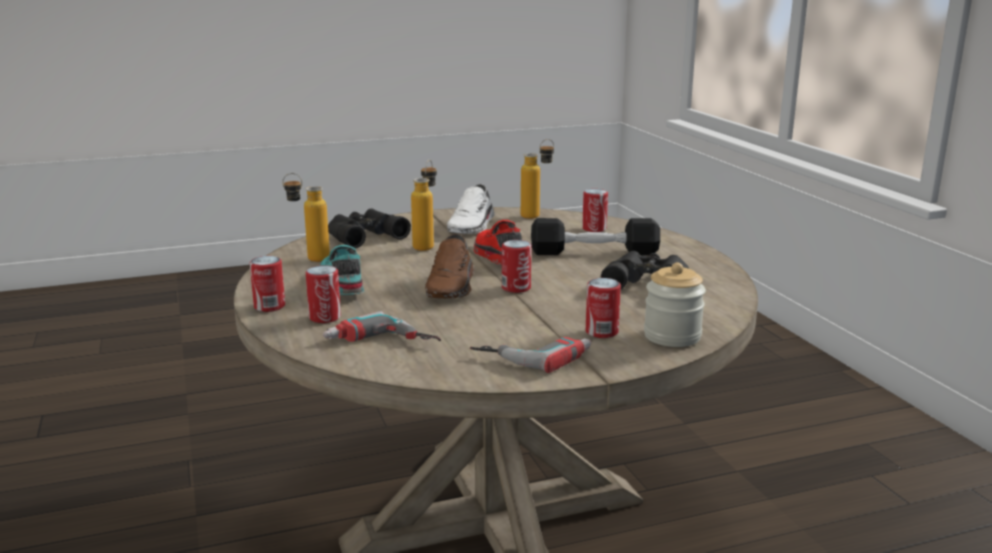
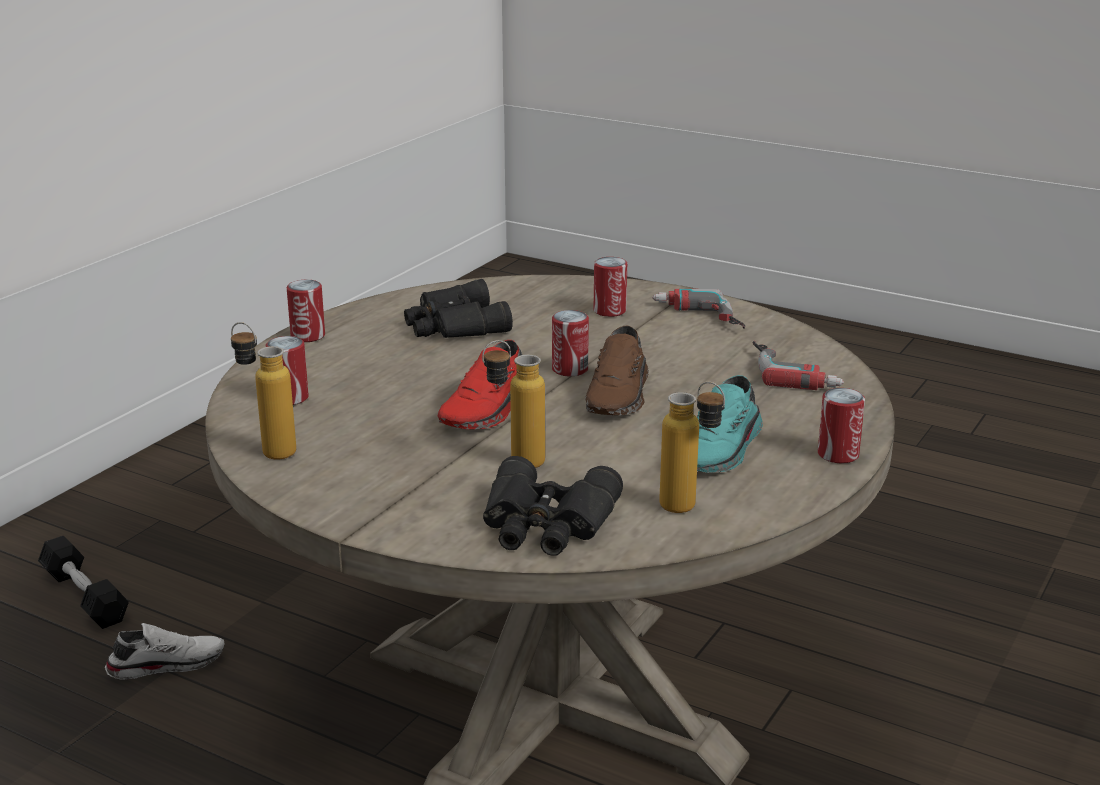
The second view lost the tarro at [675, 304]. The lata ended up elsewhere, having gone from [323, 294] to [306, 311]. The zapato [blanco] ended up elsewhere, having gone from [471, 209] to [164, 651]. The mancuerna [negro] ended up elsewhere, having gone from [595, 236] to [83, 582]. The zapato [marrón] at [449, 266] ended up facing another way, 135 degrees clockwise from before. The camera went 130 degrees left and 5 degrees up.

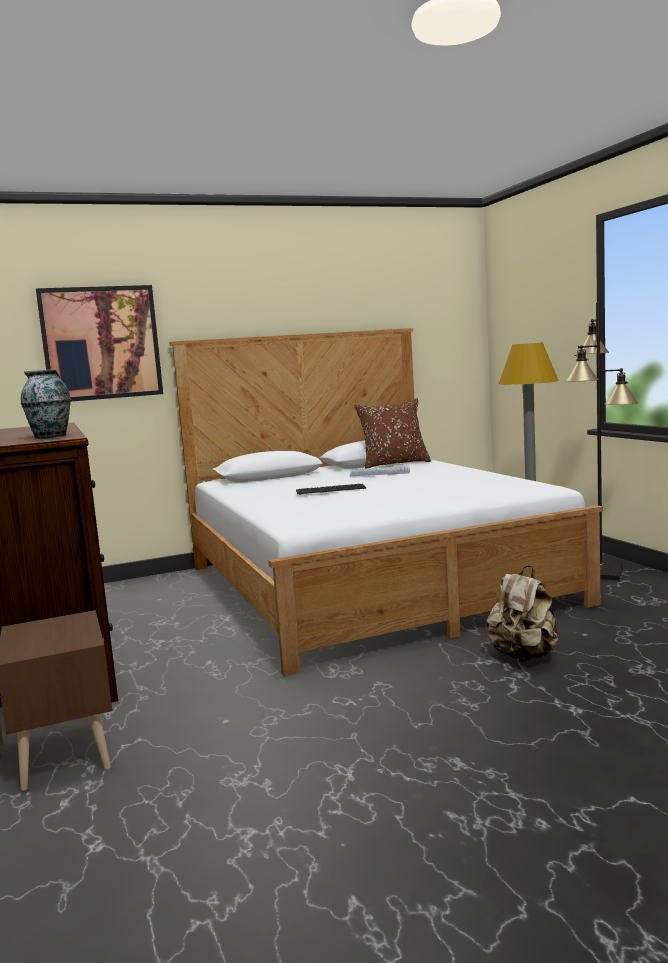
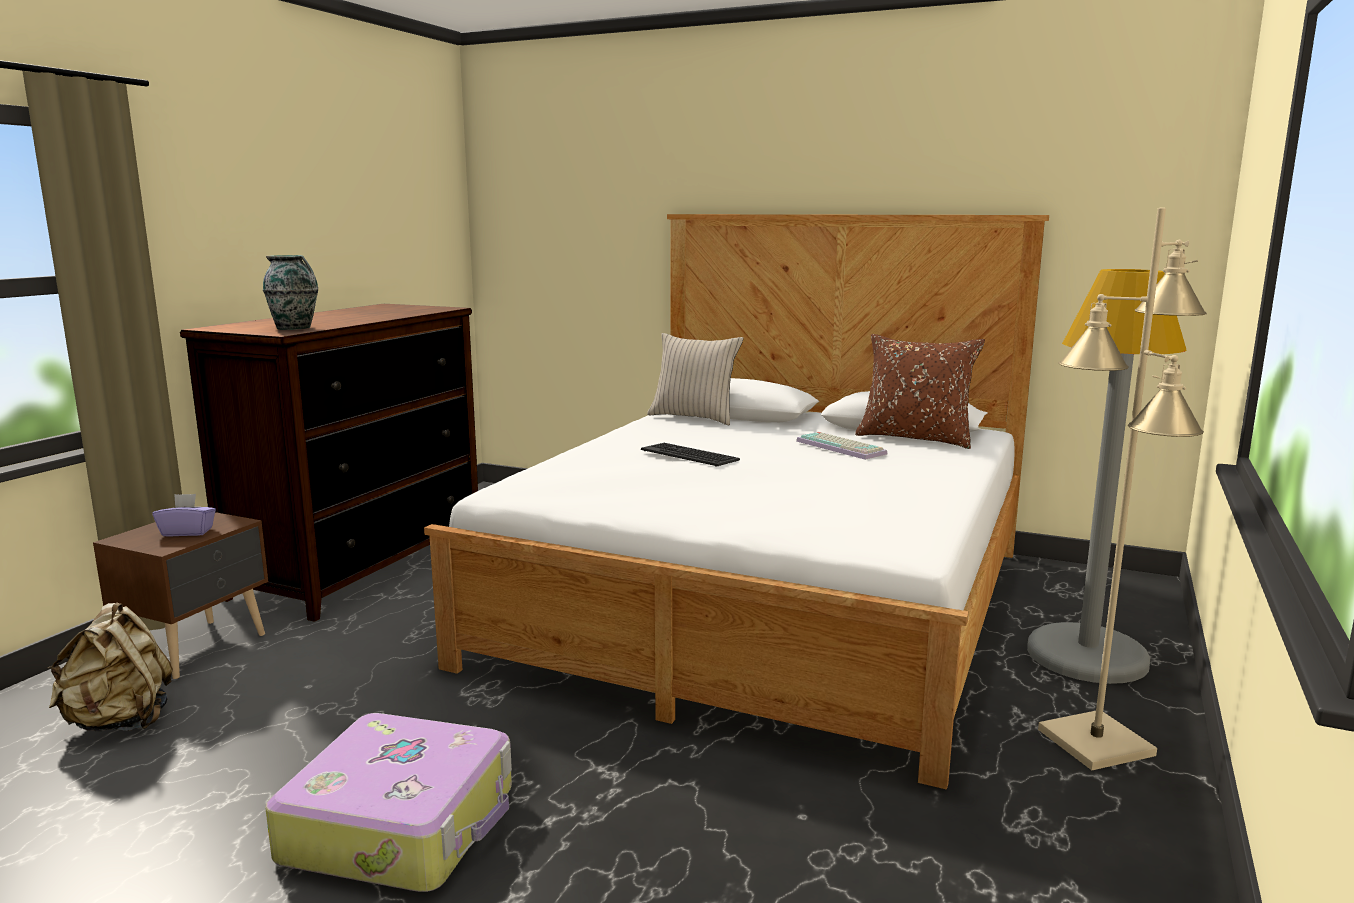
The second view lost the cuadro at [99, 343]. The second view gained the caja de pañuelos [morado] at [184, 515]. The second view gained the maleta at [389, 802]. The second view gained the cojín [beis] at [695, 379]. The mochila [beis] ended up elsewhere, having gone from [522, 613] to [110, 666]. What was the lámpara de pie [negro] at [602, 441] turned into the lámpara de pie [beis] at [1122, 489]. The camera went 45 degrees right and 5 degrees up.

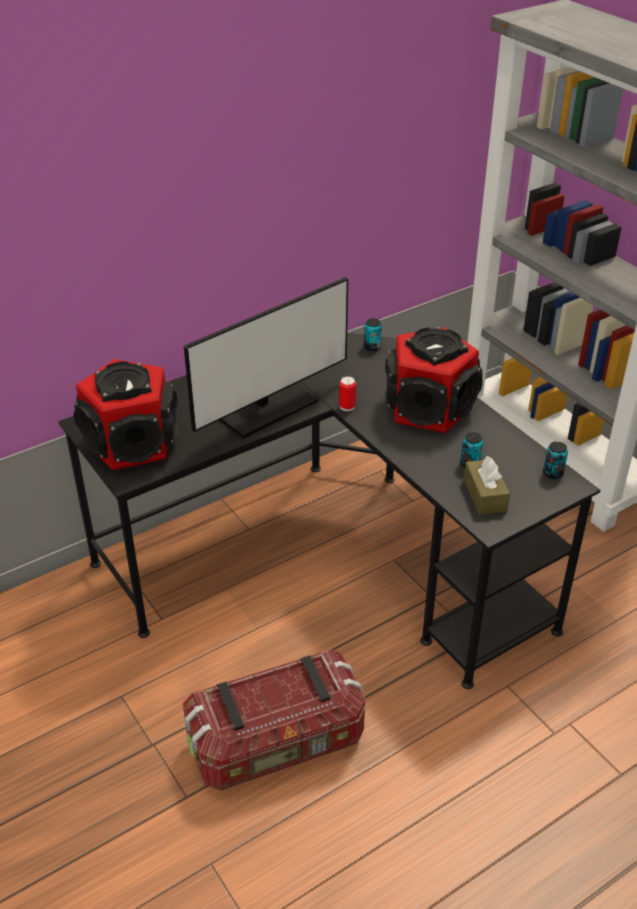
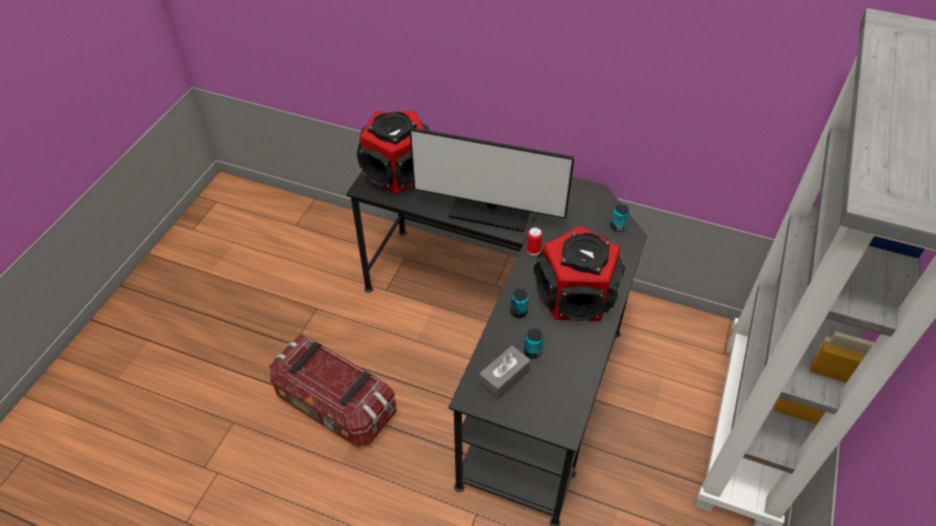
The lata ended up elsewhere, having gone from [555, 460] to [519, 303]. What was the caja de pañuelos [marrón] at [487, 485] turned into the caja de pañuelos [gris] at [505, 372]. The camera went 55 degrees right and 10 degrees up.

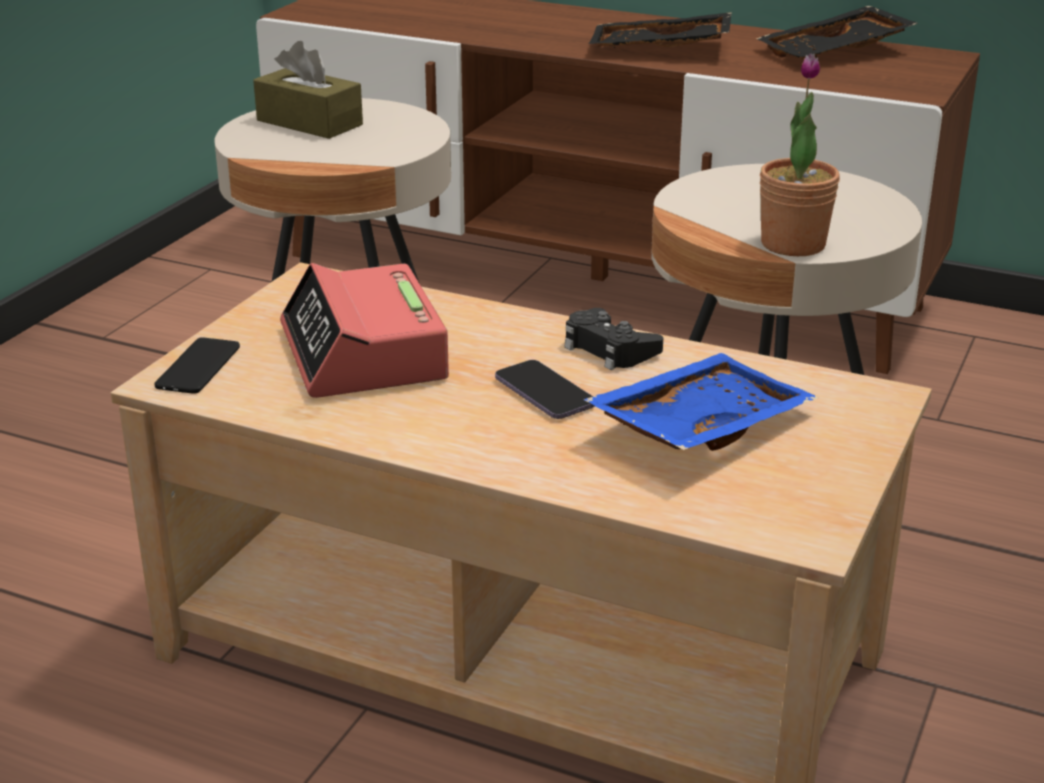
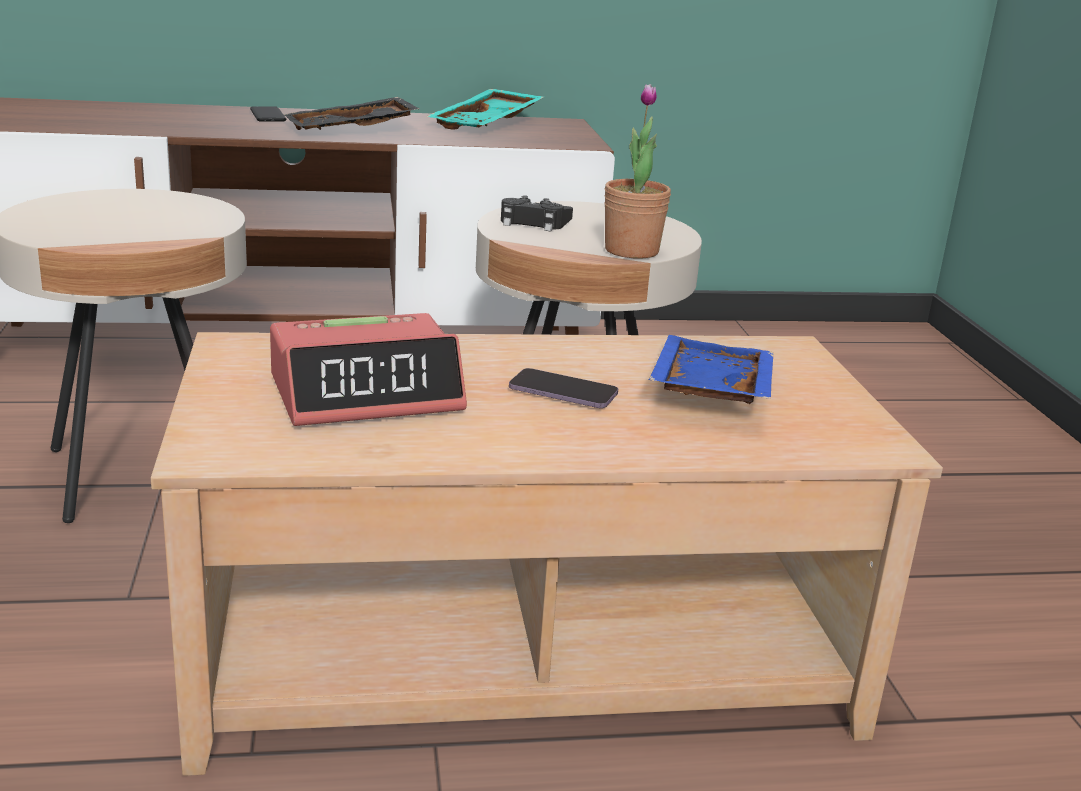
The second view lost the caja de pañuelos [marrón] at [308, 90]. The móvil ended up elsewhere, having gone from [197, 365] to [268, 113]. The mando de consola [negro] ended up elsewhere, having gone from [613, 339] to [537, 213]. What was the bandeja [negro] at [837, 32] turned into the bandeja [turquesa] at [485, 109]. The despertador at [364, 330] ended up facing another way, 60 degrees counterclockwise from before. The camera went 35 degrees left and 5 degrees down.

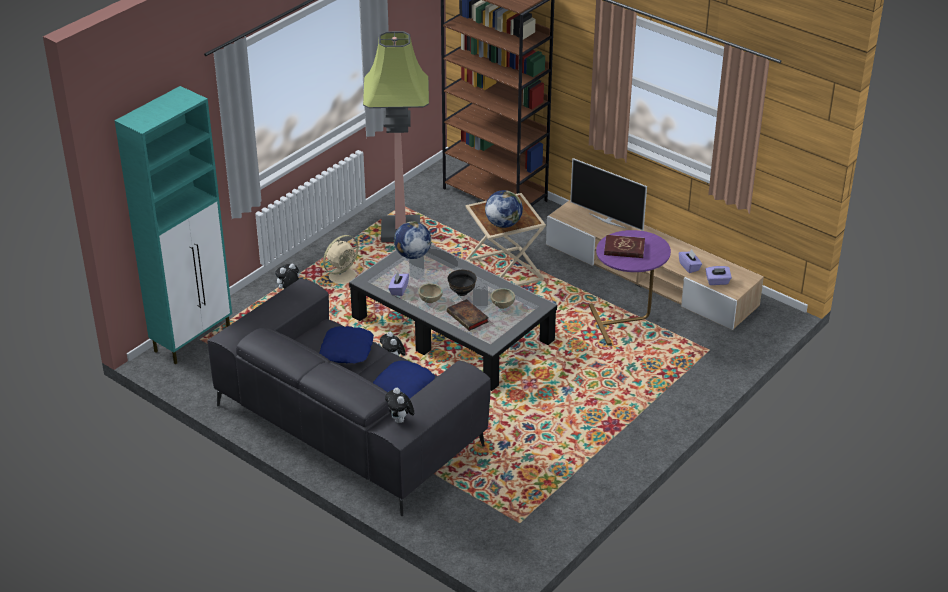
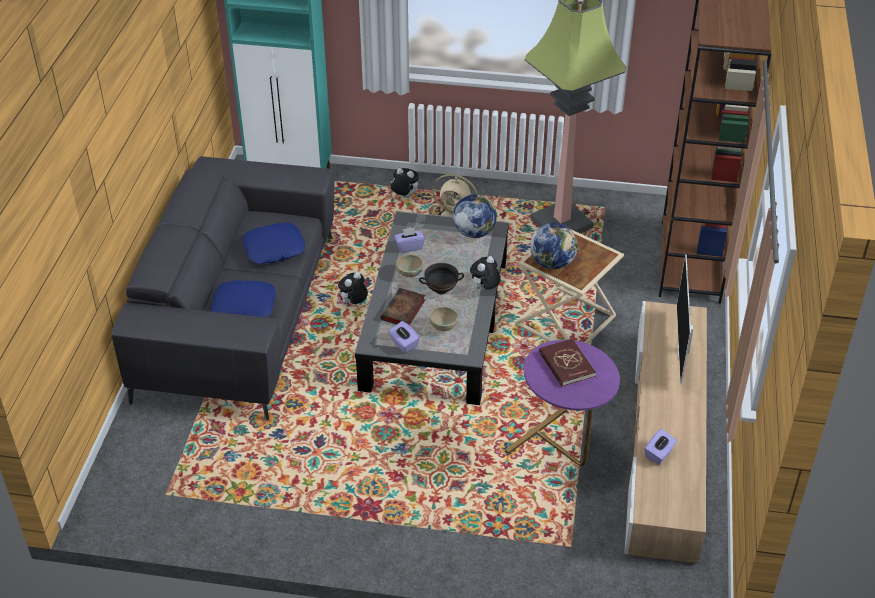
The peluche ended up elsewhere, having gone from [399, 405] to [485, 273]. The caja de pañuelos [morado] ended up elsewhere, having gone from [718, 275] to [404, 337]. The camera went 60 degrees right and 5 degrees up.

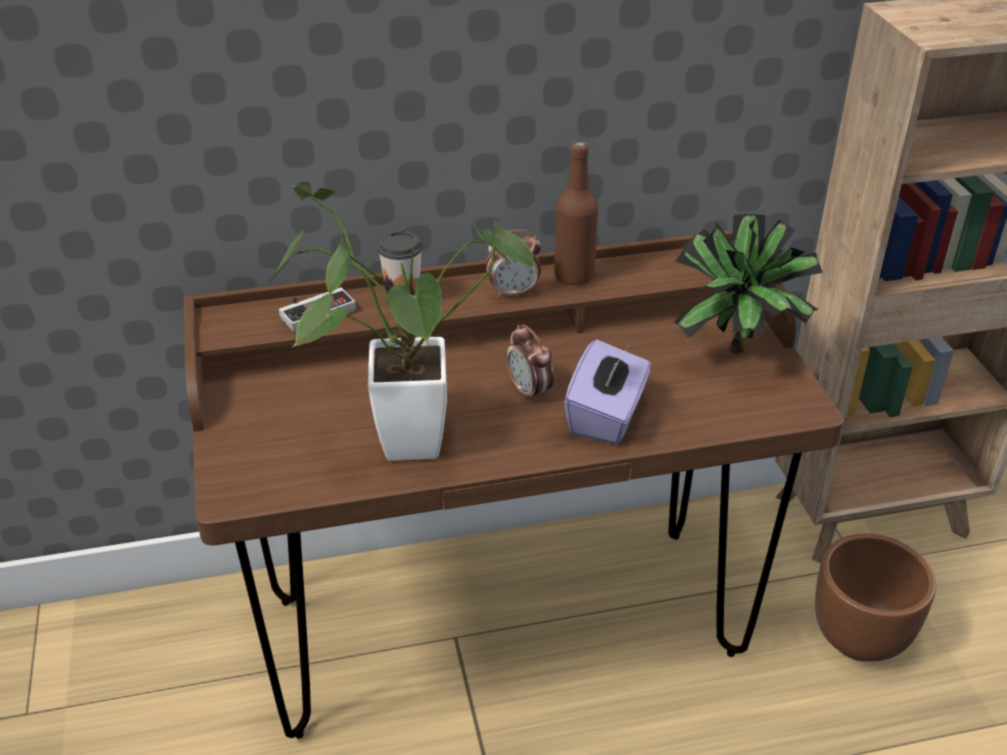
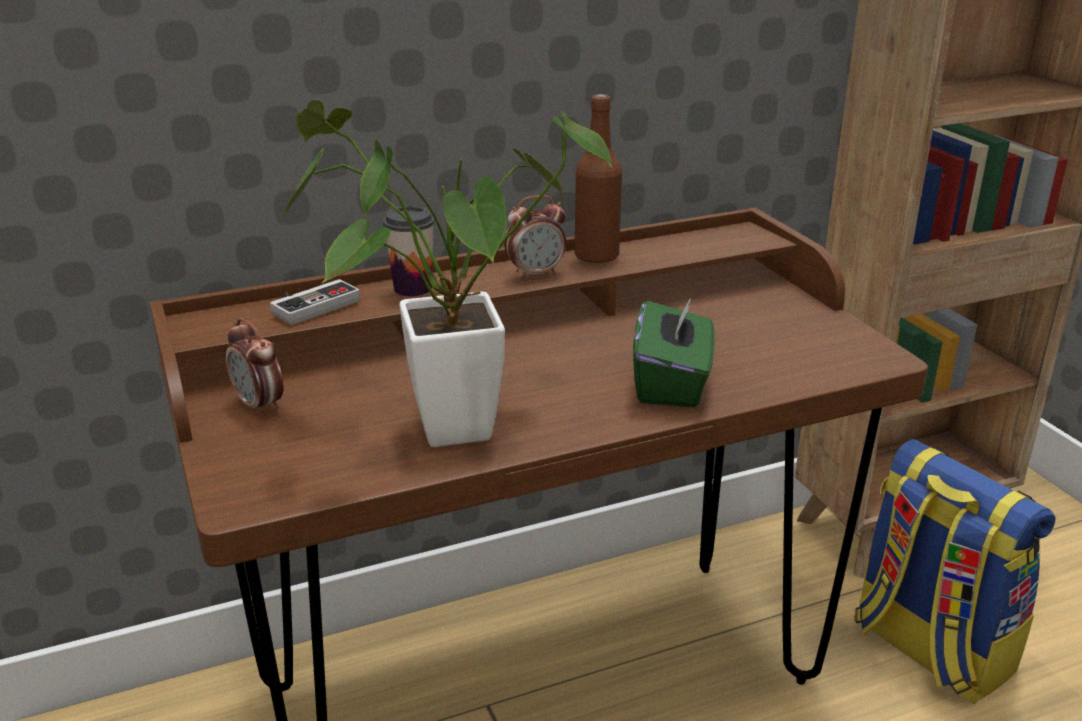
The second view lost the planta en maceta at [748, 284]. The despertador ended up elsewhere, having gone from [530, 363] to [255, 367]. Where the maceta [marrón] stood at [875, 597], the mochila came to stand at [955, 571]. What was the caja de pañuelos [morado] at [607, 391] turned into the caja de pañuelos [verde] at [674, 352]. The camera went 10 degrees left and 10 degrees down.

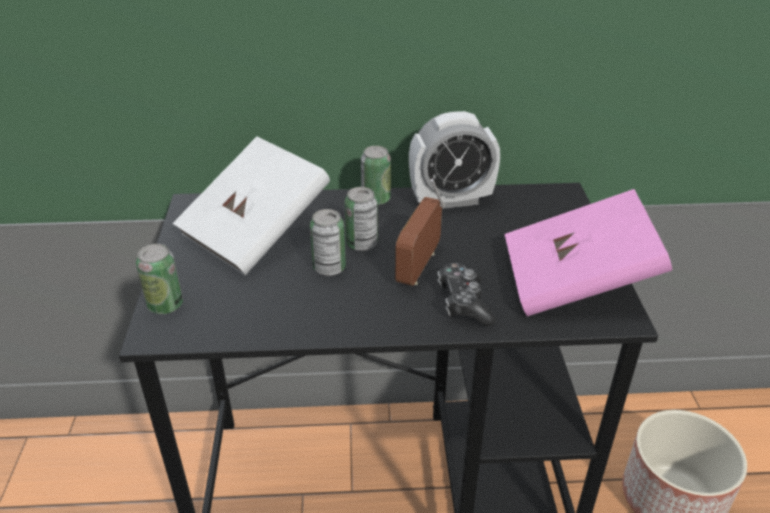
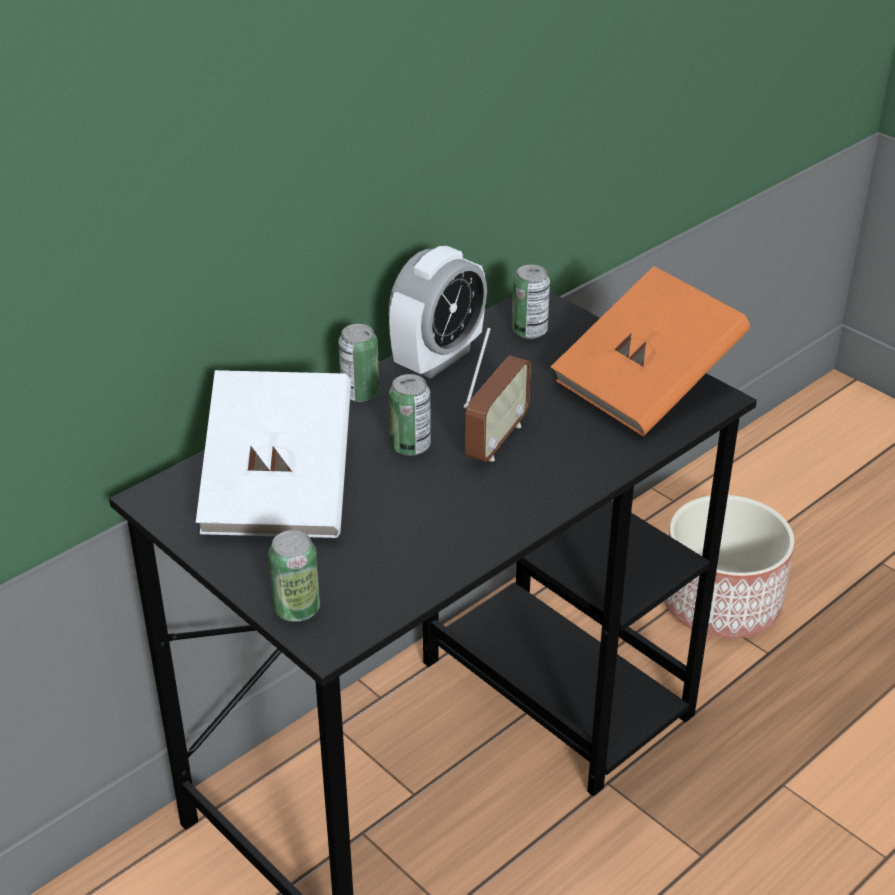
The second view lost the mando de consola at [466, 294]. The lata ended up elsewhere, having gone from [328, 242] to [531, 302]. What was the libro [rosa] at [588, 252] turned into the libro [naranja] at [650, 351]. The radio at [420, 232] ended up facing another way, 135 degrees counterclockwise from before. The camera went 40 degrees left and 0 degrees up.

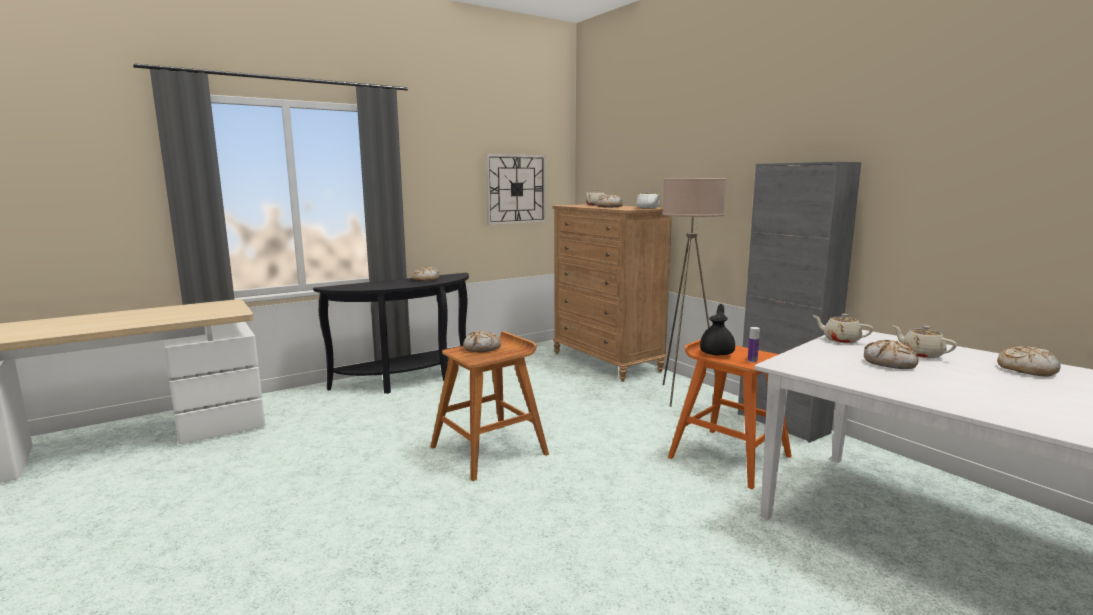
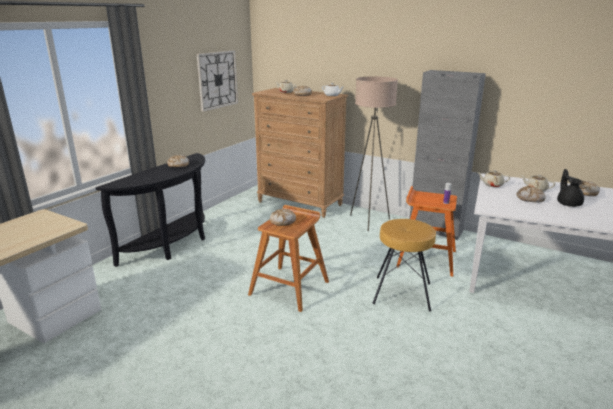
The second view gained the taburete [marrón] at [404, 265]. The tetera [negro] ended up elsewhere, having gone from [717, 329] to [570, 188]. The camera went 25 degrees left and 10 degrees up.

